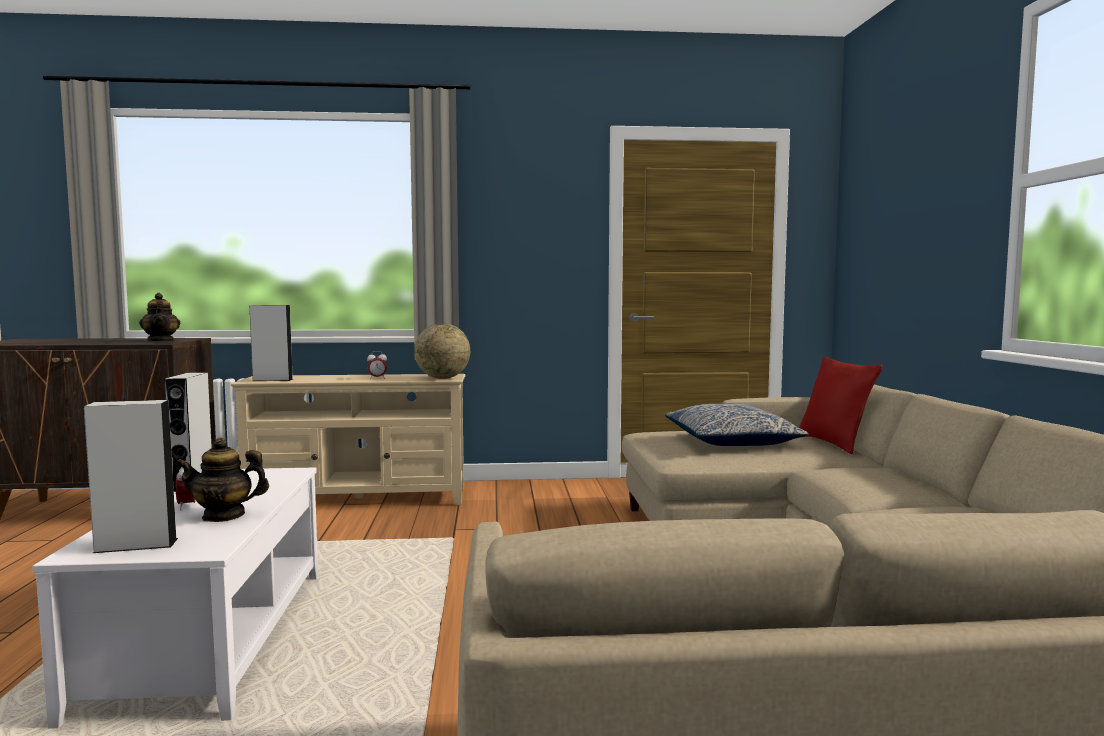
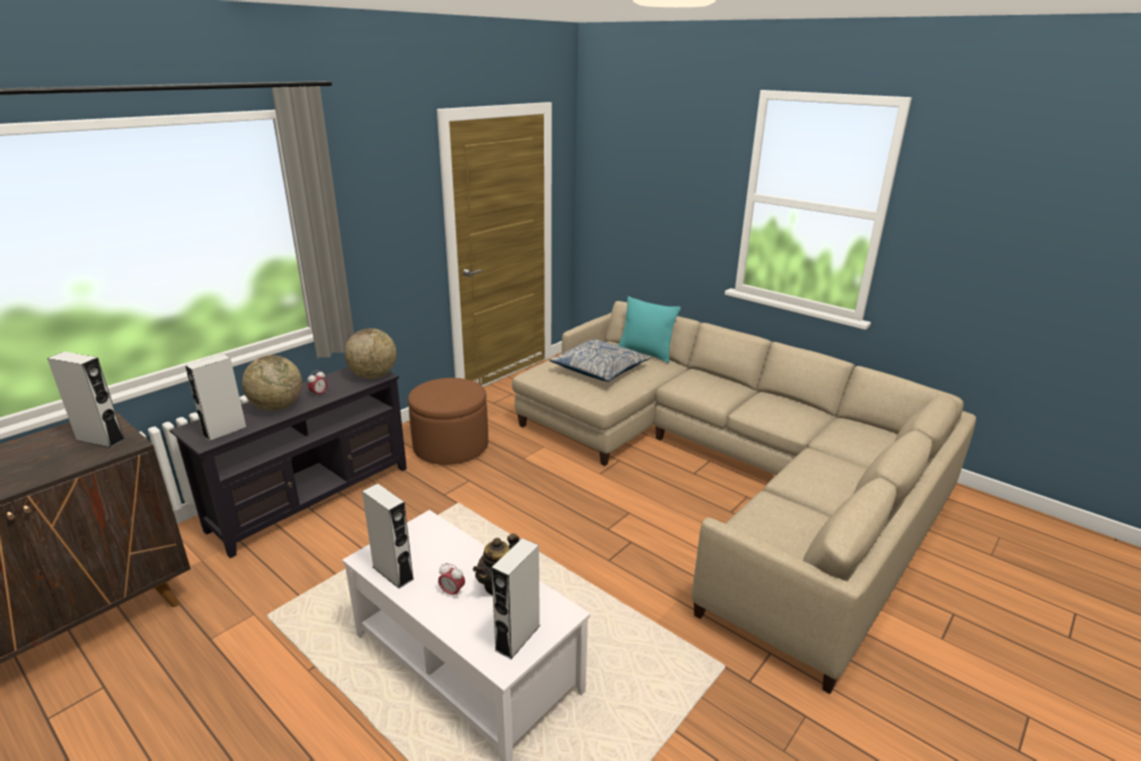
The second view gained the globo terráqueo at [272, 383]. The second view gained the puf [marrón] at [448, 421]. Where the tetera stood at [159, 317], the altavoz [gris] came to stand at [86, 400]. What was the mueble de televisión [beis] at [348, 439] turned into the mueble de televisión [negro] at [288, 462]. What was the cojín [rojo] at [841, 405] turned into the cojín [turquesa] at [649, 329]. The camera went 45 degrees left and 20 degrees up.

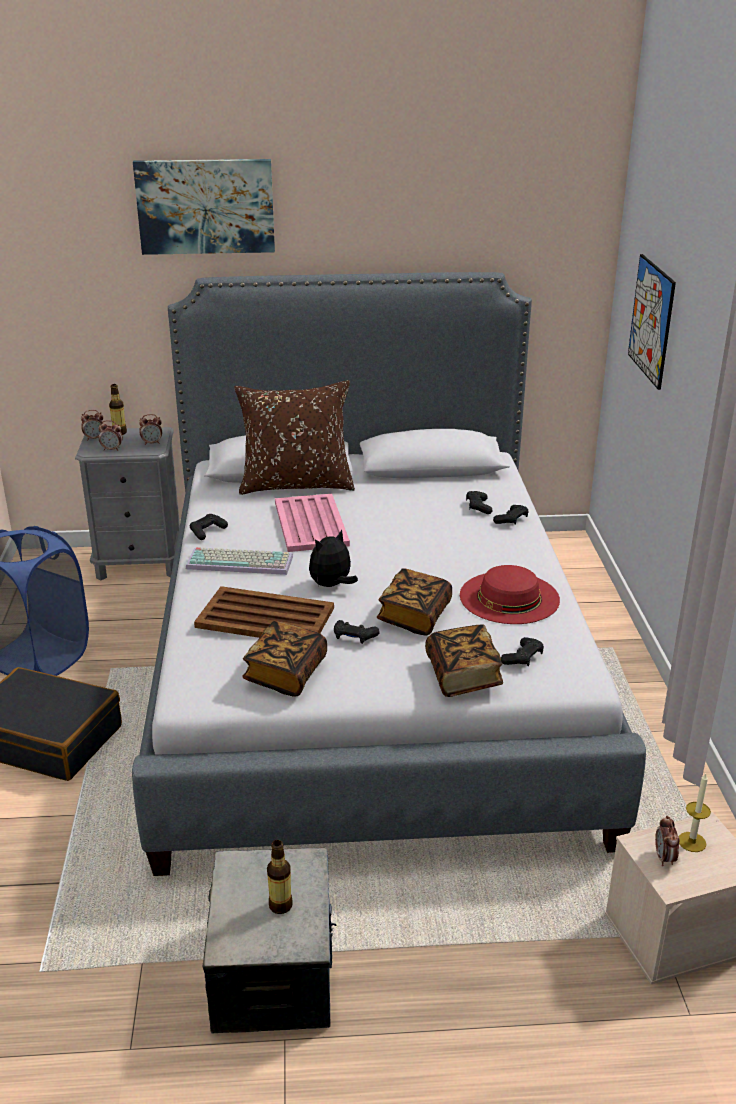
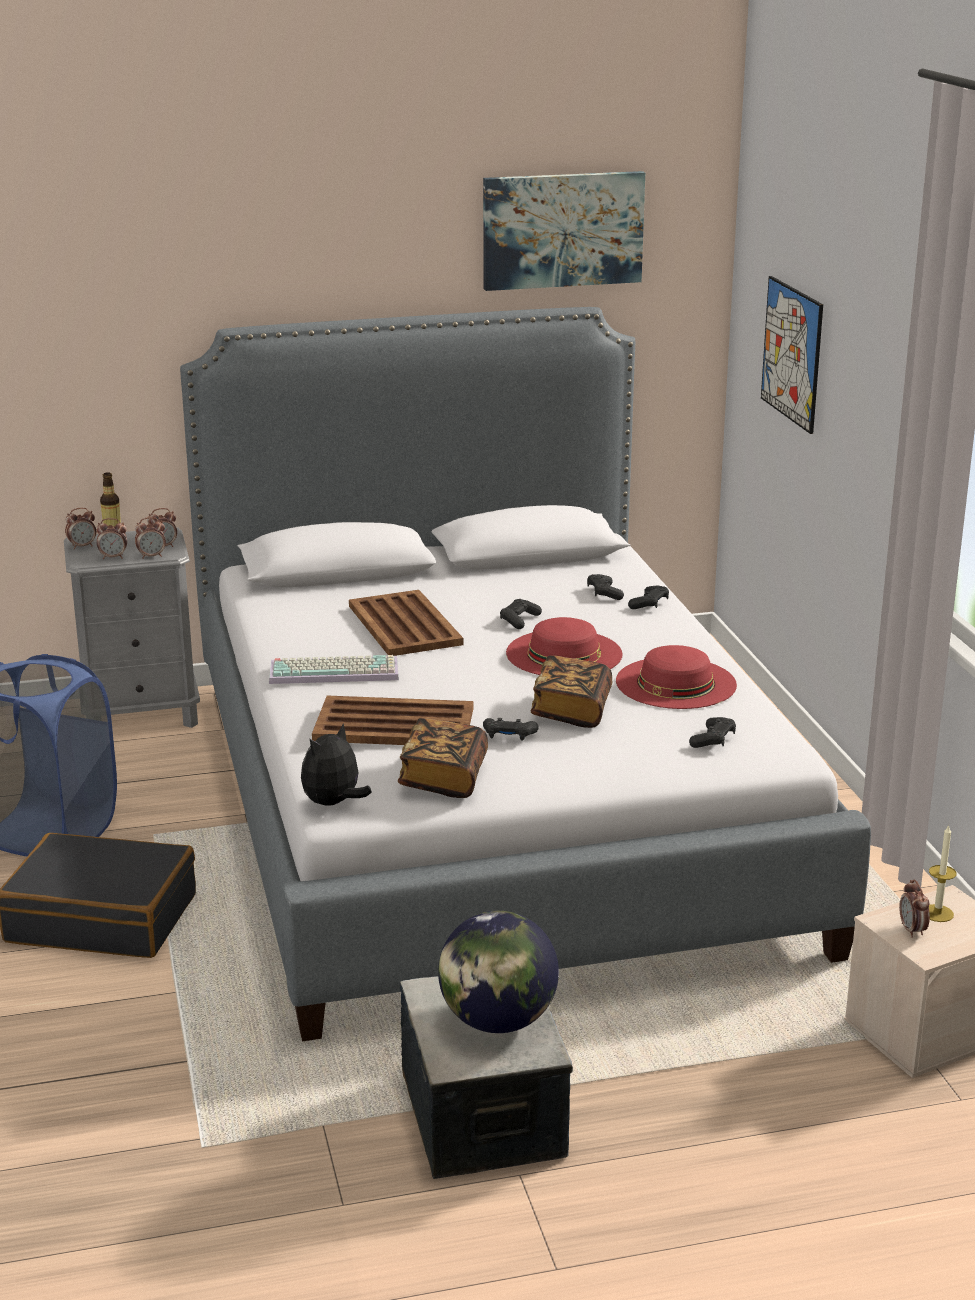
The second view lost the cojín [marrón] at [294, 437]. The second view lost the libro at [464, 660]. The second view gained the despertador at [150, 538]. The second view gained the sombrero [rojo] at [564, 646]. The cuadro ended up elsewhere, having gone from [204, 207] to [564, 231]. The mando de consola [negro] ended up elsewhere, having gone from [209, 527] to [521, 614]. The peluche ended up elsewhere, having gone from [333, 558] to [336, 765]. Where the botella stood at [280, 877], the globo terráqueo came to stand at [498, 972]. What was the bandeja [rosa] at [312, 523] turned into the bandeja [marrón] at [406, 623]. The camera went 10 degrees left and 5 degrees down.

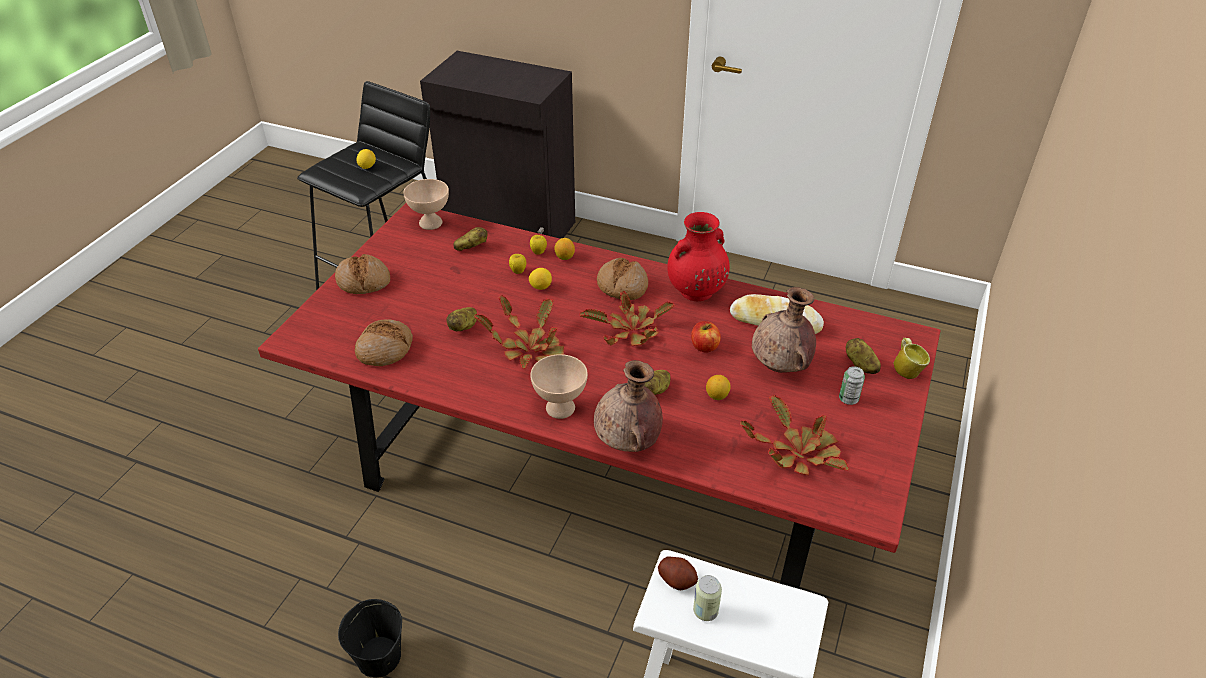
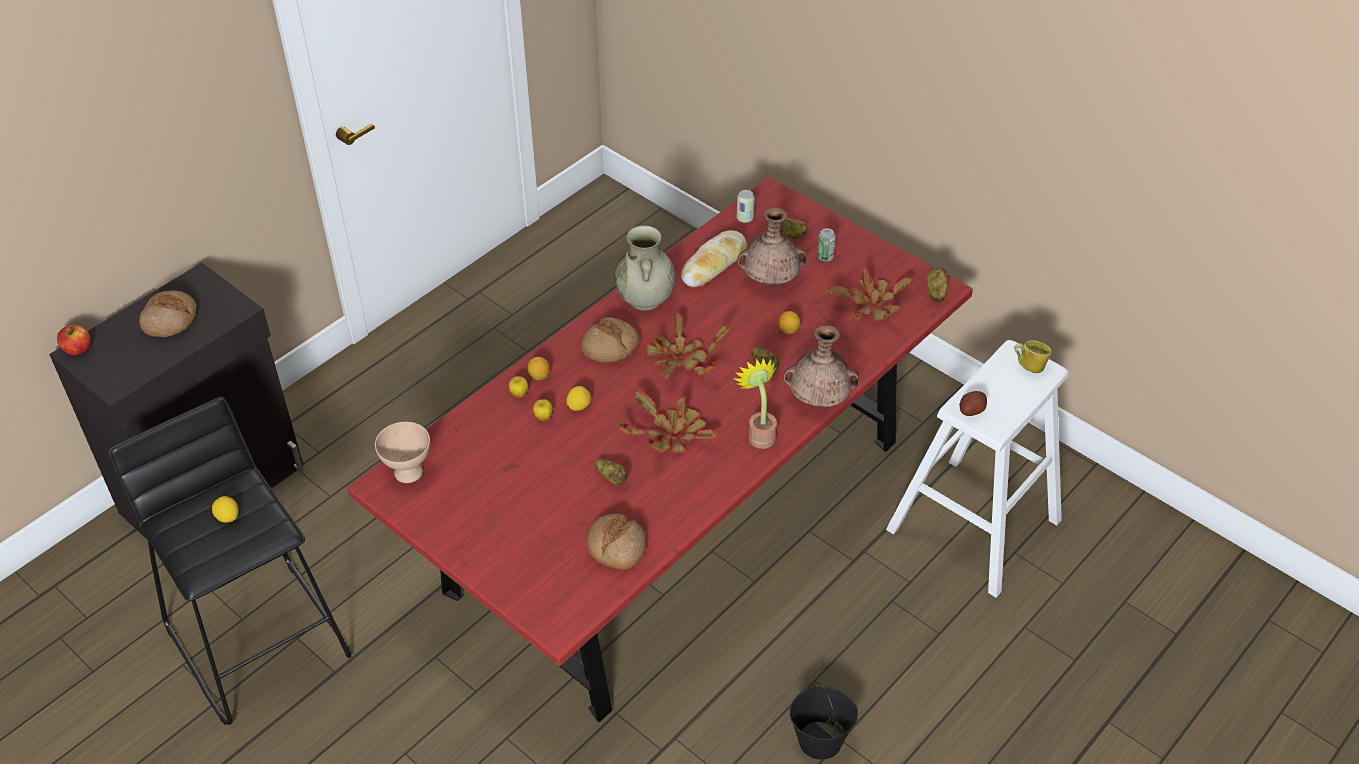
The pan ended up elsewhere, having gone from [362, 274] to [168, 314]. The patata ended up elsewhere, having gone from [470, 239] to [937, 284]. The manzana ended up elsewhere, having gone from [706, 337] to [74, 340]. The lata ended up elsewhere, having gone from [707, 598] to [746, 206]. The taza grande ended up elsewhere, having gone from [912, 358] to [1032, 356]. Where the cuenco [beis] stood at [559, 386], the planta en maceta came to stand at [755, 403]. What was the florero [rojo] at [698, 256] turned into the florero [beis] at [645, 268]. The camera went 70 degrees left and 5 degrees up.

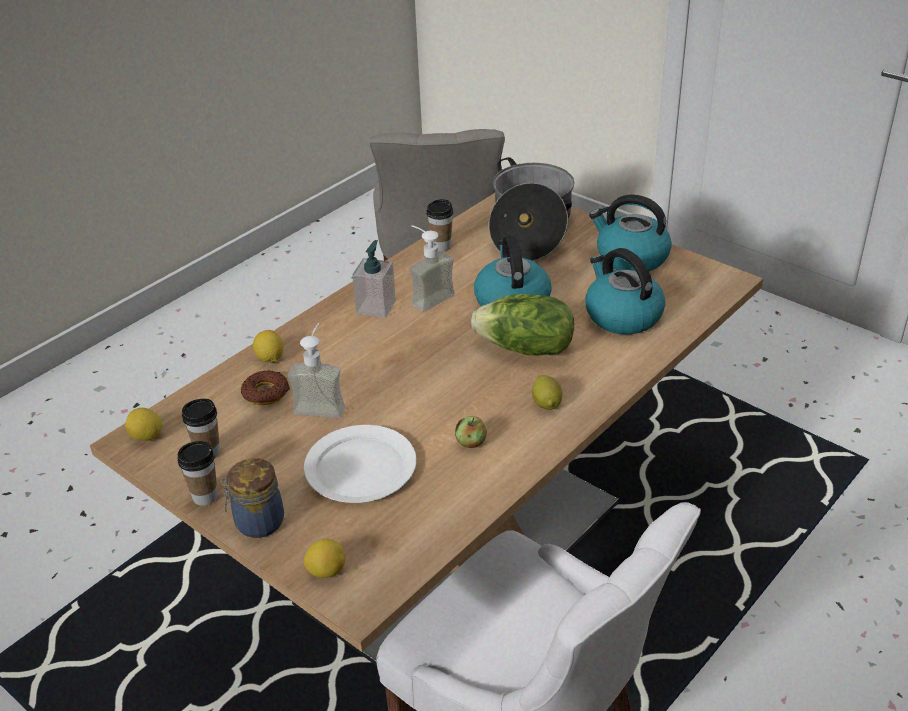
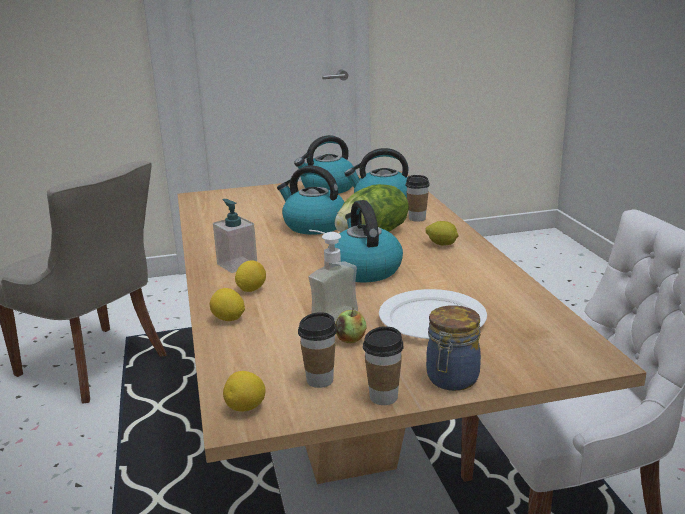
The second view lost the rosquilla at [265, 387]. The second view lost the dispensador de jabón at [432, 268]. The second view lost the olla at [531, 209]. The second view gained the hervidor at [365, 241]. The limón ended up elsewhere, having gone from [324, 558] to [250, 276]. The taza ended up elsewhere, having gone from [439, 225] to [417, 198]. The manzana ended up elsewhere, having gone from [471, 432] to [351, 325]. The camera went 55 degrees left and 15 degrees down.

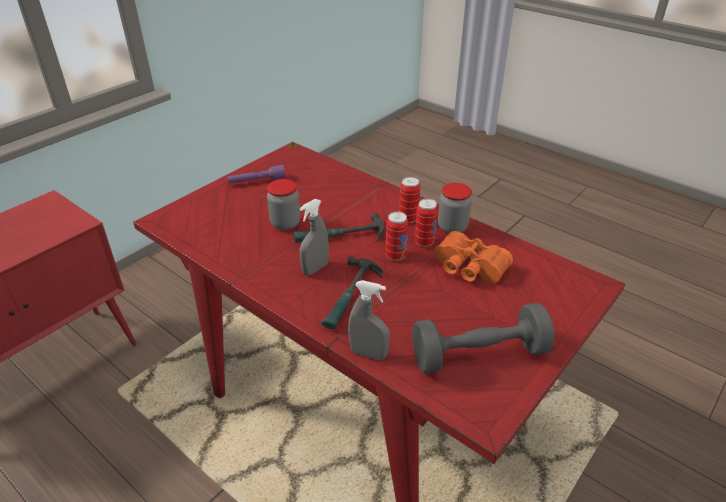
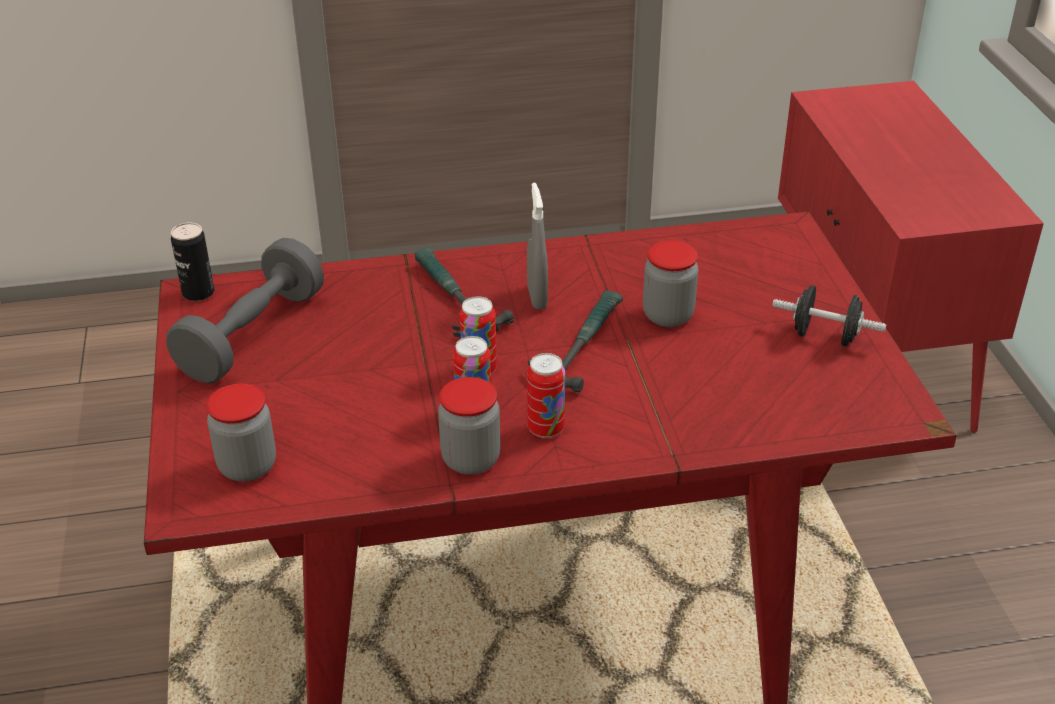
The second view lost the pulverizador [gris] at [369, 320]. The second view lost the prismáticos [naranja] at [473, 257]. The second view gained the lata at [192, 262]. The second view gained the tarro at [241, 433]. Where the linterna [morado] stood at [256, 174], the mancuerna [negro] came to stand at [829, 316]. The camera went 130 degrees right and 0 degrees up.

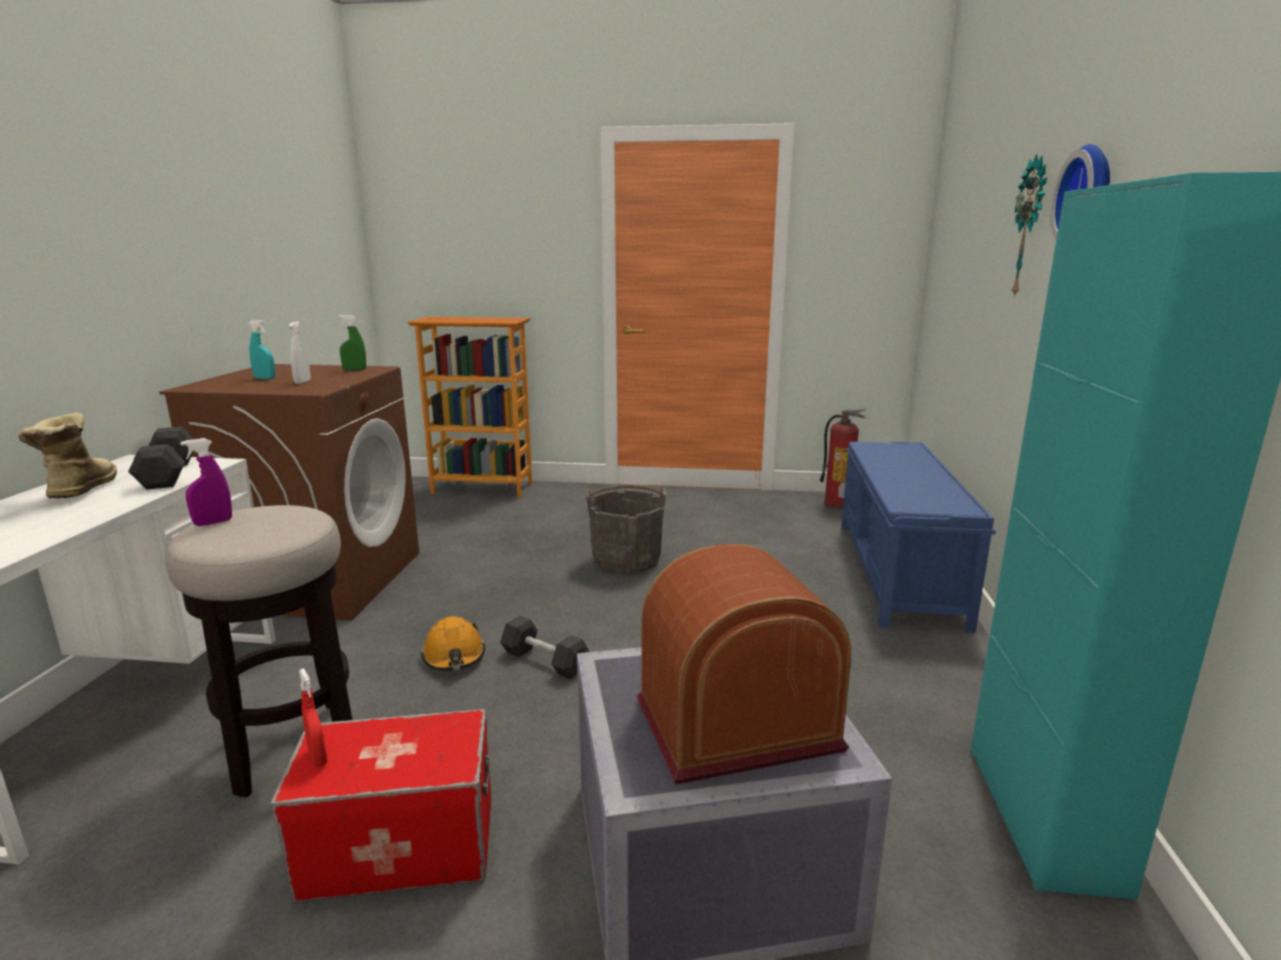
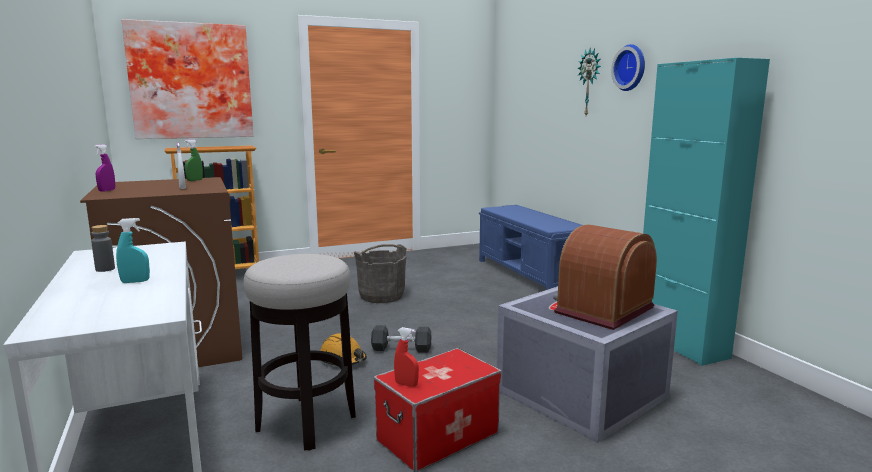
The second view lost the mancuerna [gris] at [161, 458]. The second view lost the extintor at [843, 458]. The second view gained the cuadro at [187, 79]. The pulverizador [morado] ended up elsewhere, having gone from [206, 482] to [104, 168]. The pulverizador [turquesa] ended up elsewhere, having gone from [262, 349] to [133, 250]. Where the bota stood at [67, 456], the botella [gris] came to stand at [103, 248]. The camera went 30 degrees left and 5 degrees down.

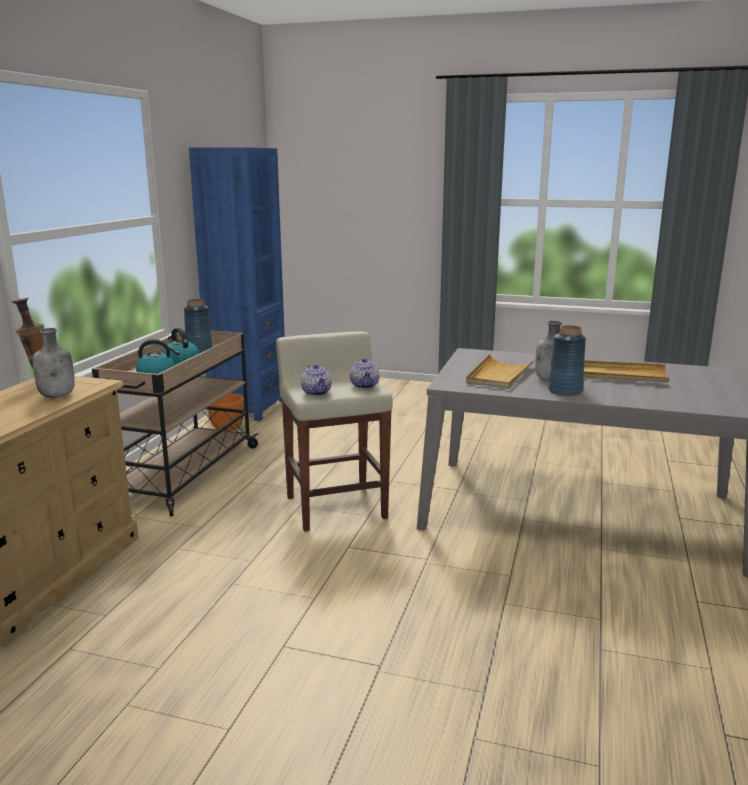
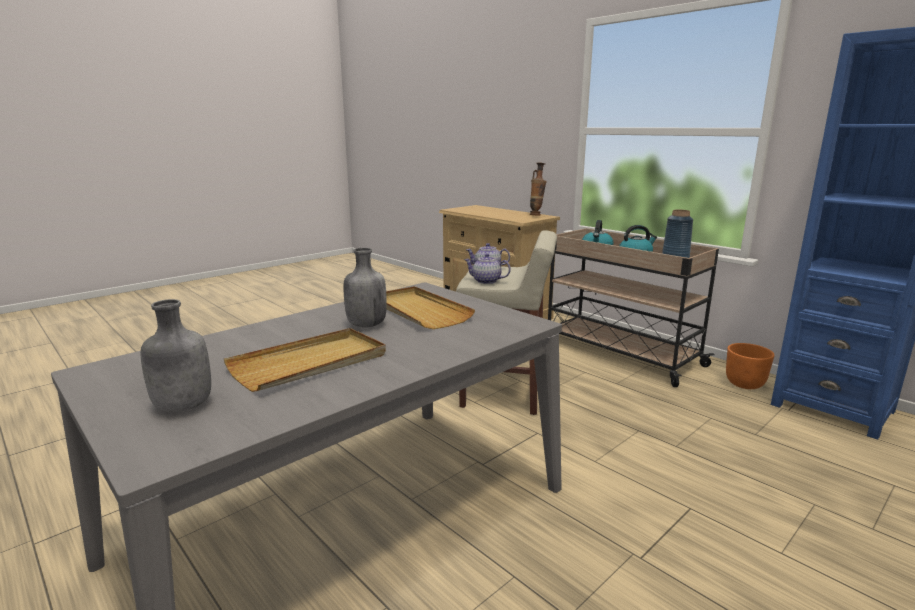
The second view lost the florero [azul] at [567, 360]. The botella [gris] ended up elsewhere, having gone from [54, 363] to [175, 355]. The camera went 120 degrees right and 0 degrees up.

